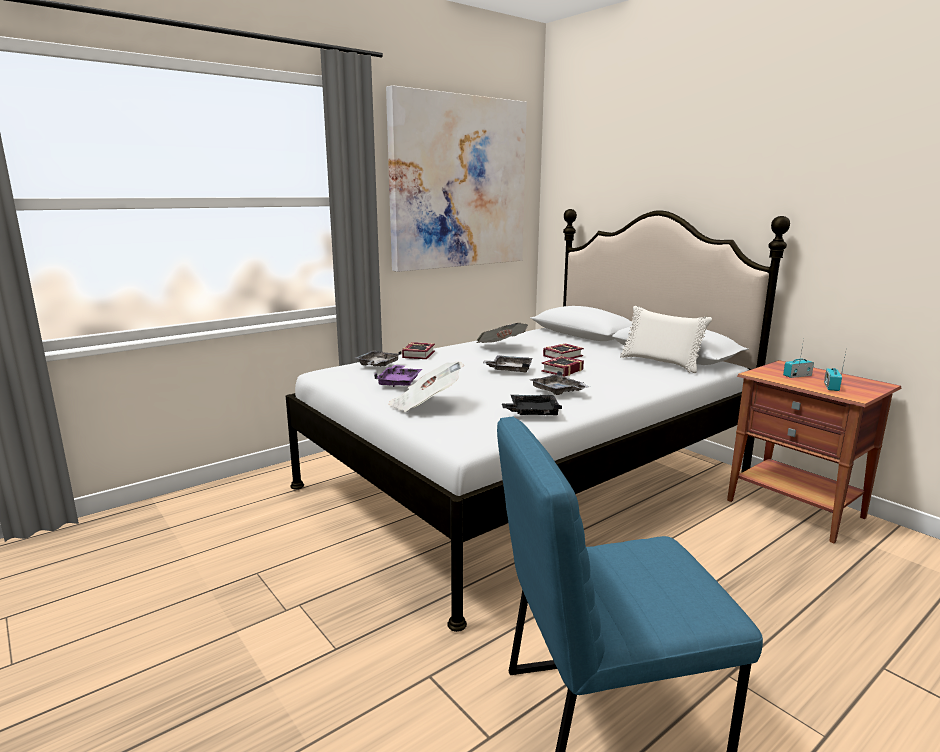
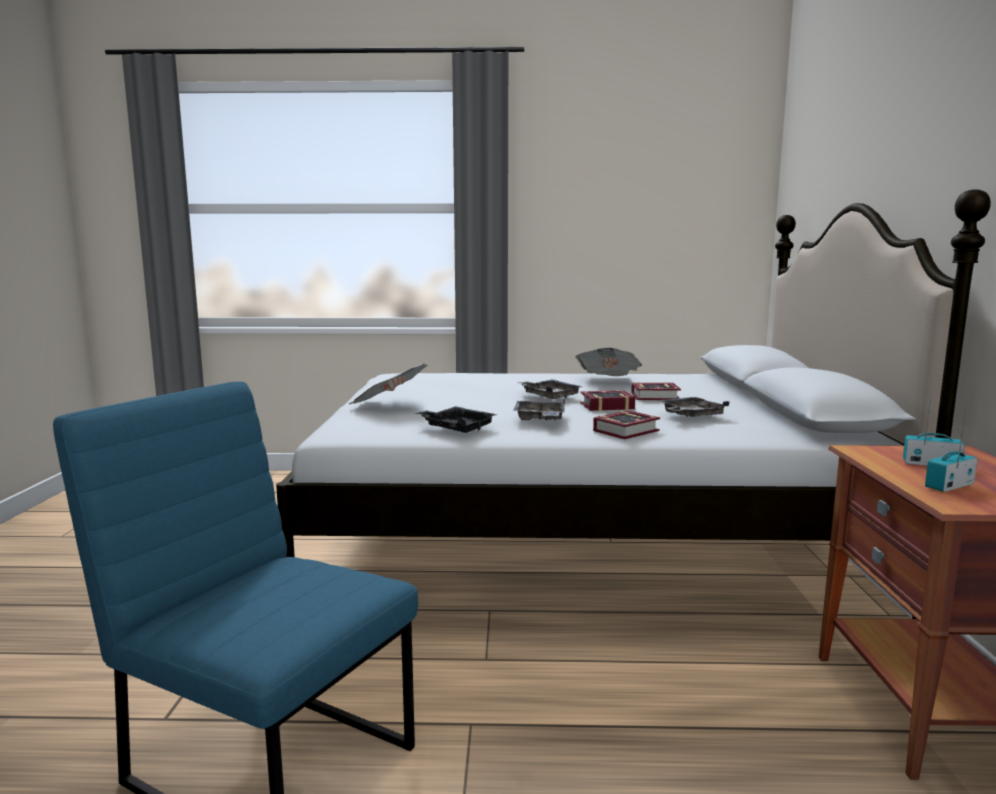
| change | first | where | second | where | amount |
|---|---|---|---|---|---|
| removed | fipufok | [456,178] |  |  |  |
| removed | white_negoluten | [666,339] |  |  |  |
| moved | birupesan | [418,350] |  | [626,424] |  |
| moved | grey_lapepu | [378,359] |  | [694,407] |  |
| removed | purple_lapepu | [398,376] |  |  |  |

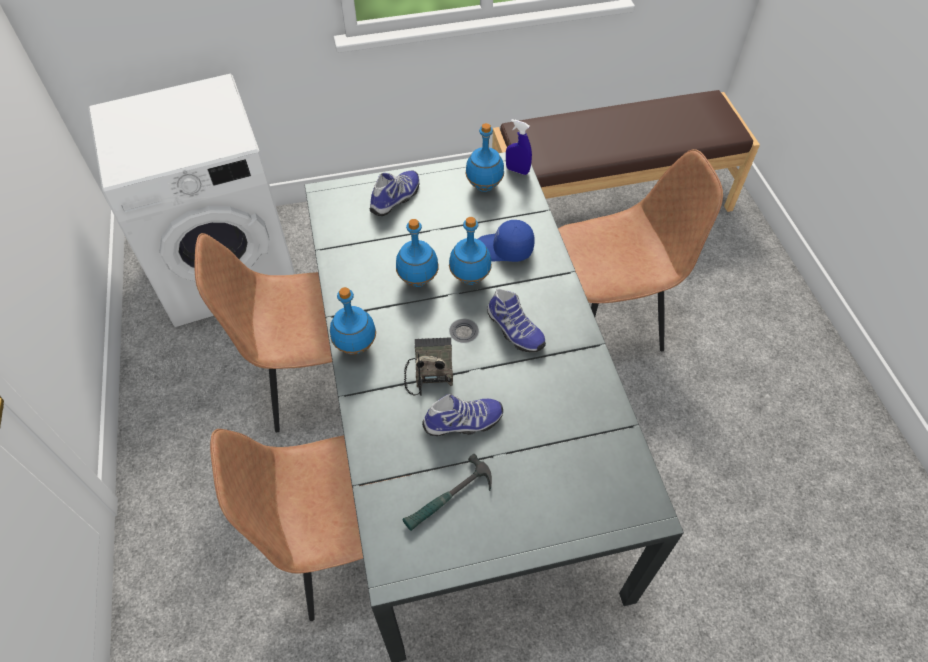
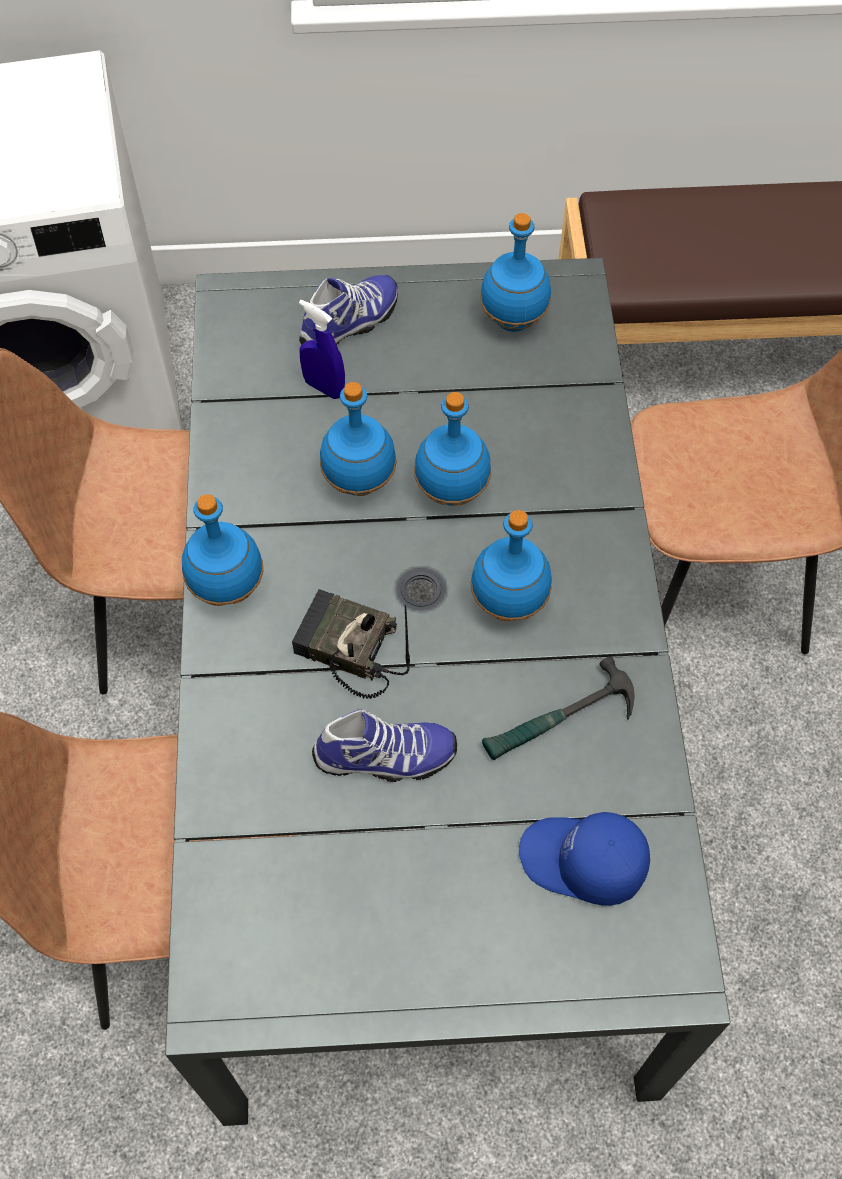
| change | first | where | second | where | amount |
|---|---|---|---|---|---|
| moved | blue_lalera | [519,147] |  | [322,349] |  |
| moved | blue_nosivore | [506,241] |  | [584,859] |  |
| replaced | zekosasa | [516,321] | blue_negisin | [511,565] |  |
| turned | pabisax | [428,366] |  | [351,644] | 75 degrees counterclockwise |
| moved | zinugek | [447,492] |  | [558,708] |  |

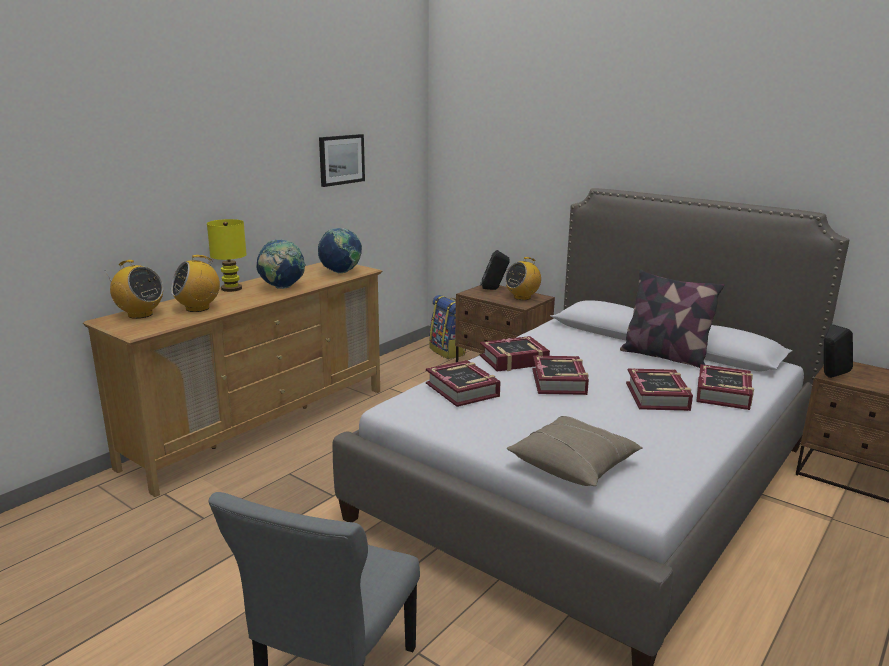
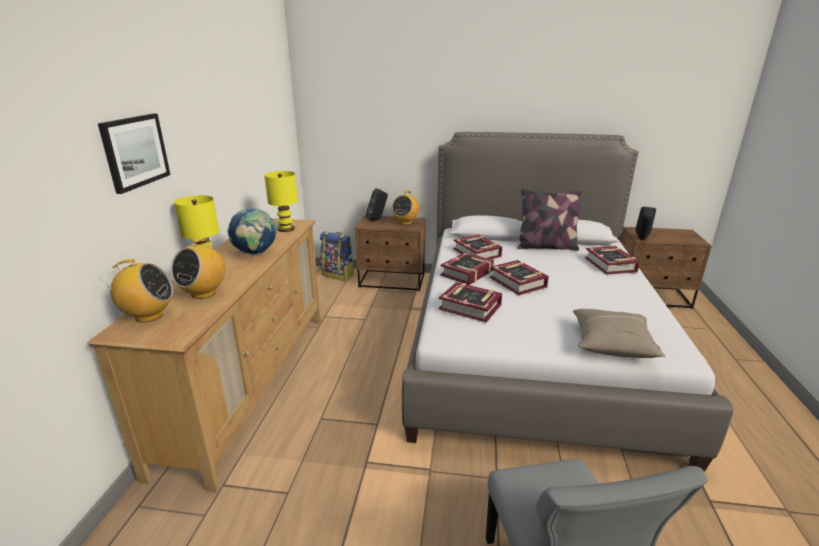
| change | first | where | second | where | amount |
|---|---|---|---|---|---|
| moved | fipufok | [342,160] |  | [134,154] |  |
| replaced | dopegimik | [340,250] | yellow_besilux | [281,201] |  |
| moved | birupesan | [659,389] |  | [477,247] |  |

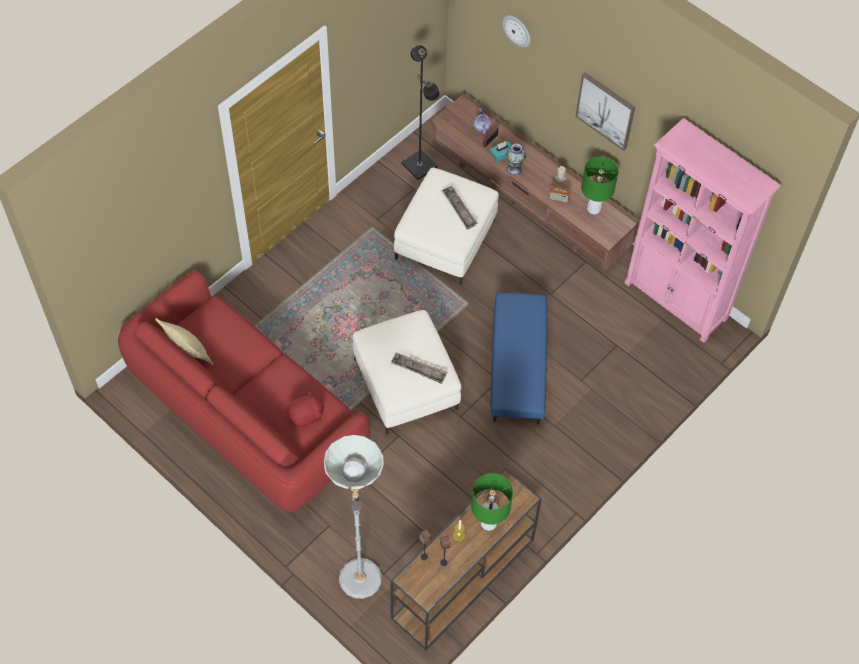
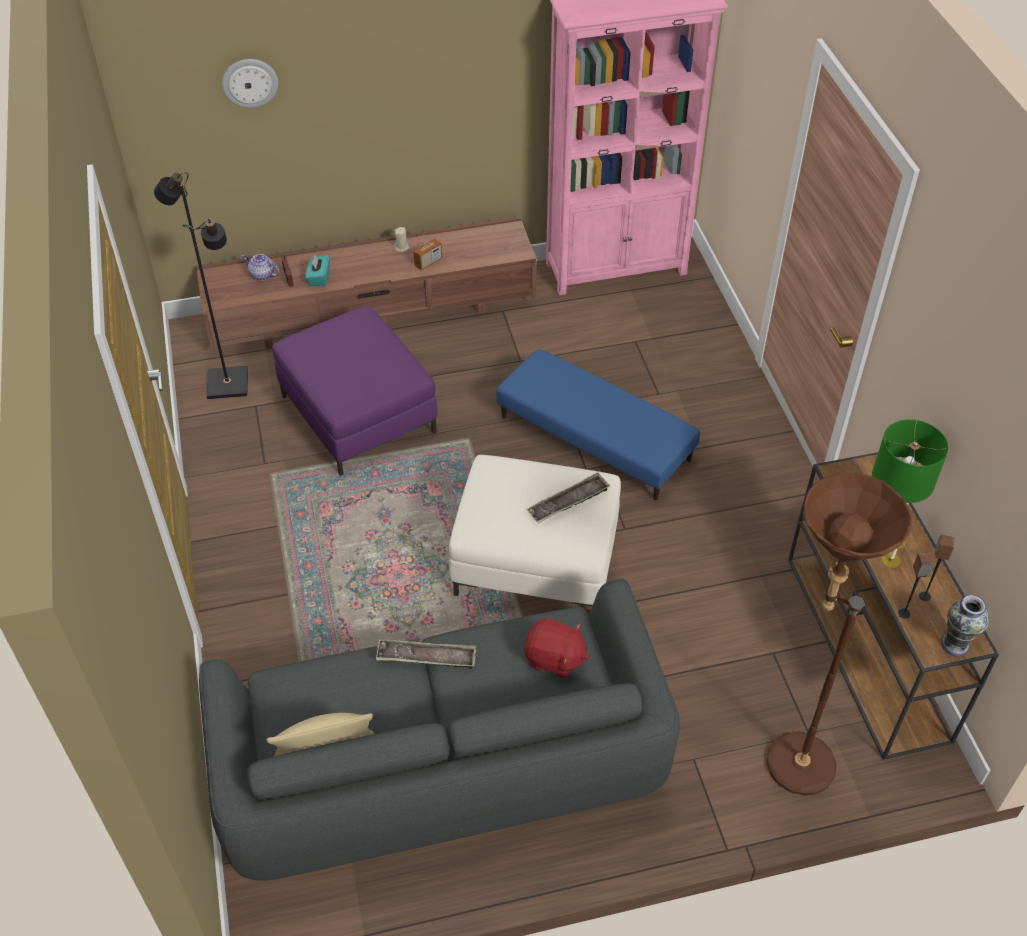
| change | first | where | second | where | amount |
|---|---|---|---|---|---|
| removed | fipufok | [605,112] |  |  |  |
| moved | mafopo | [516,159] |  | [965,626] |  |
| removed | green_besilux | [600,185] |  |  |  |
| recoloured | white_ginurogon | [446,226] | purple_ginurogon | [355,391] |  |
| moved | lapepu | [459,207] |  | [426,654] |  |
| recoloured | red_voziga | [244,391] | grey_voziga | [439,729] |  |
| turned | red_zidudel | [306,410] |  | [556,648] | 105 degrees clockwise |
| recoloured | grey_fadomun | [354,517] | brown_fadomun | [839,634] |  |

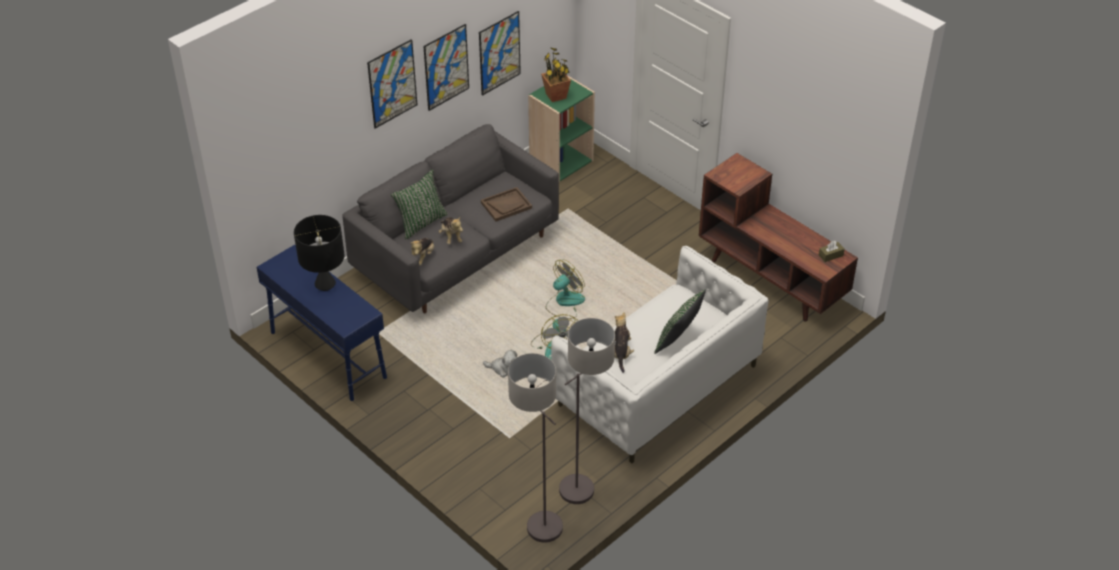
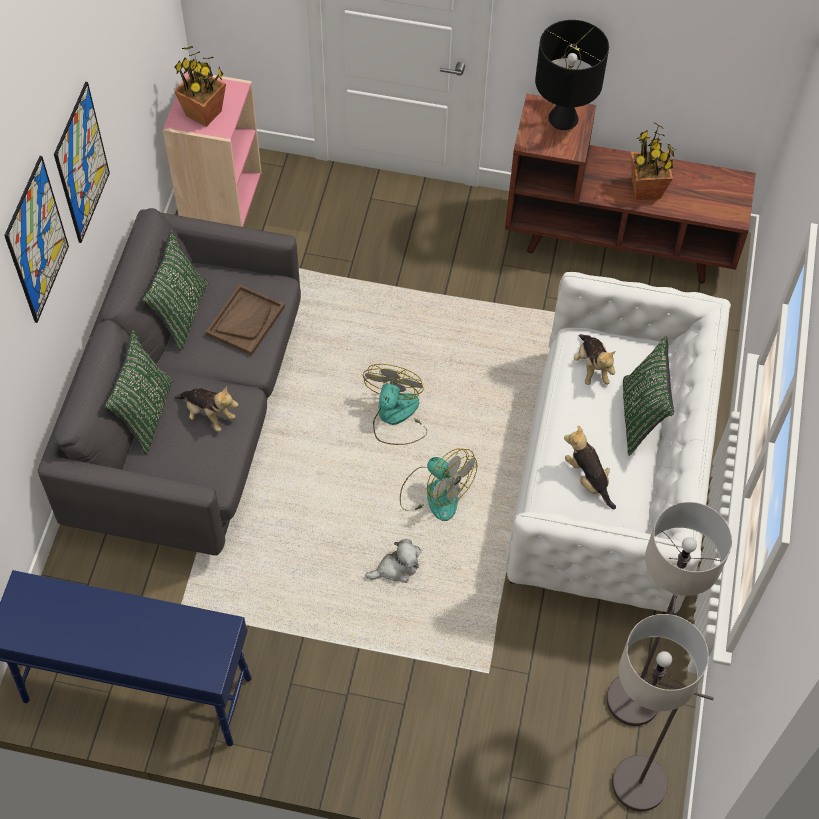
| change | first | where | second | where | amount |
|---|---|---|---|---|---|
| removed | fipufok | [500,53] |  |  |  |
| recoloured | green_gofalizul | [561,128] | pink_gofalizul | [212,149] |  |
| moved | black_besilux | [319,253] |  | [572,75] |  |
| moved | zidudel | [422,252] |  | [595,359] |  |
| removed | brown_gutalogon | [832,251] |  |  |  |
| added |  |  | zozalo | [653,161] |  |
| added |  |  | green_negoluten | [175,291] |  |

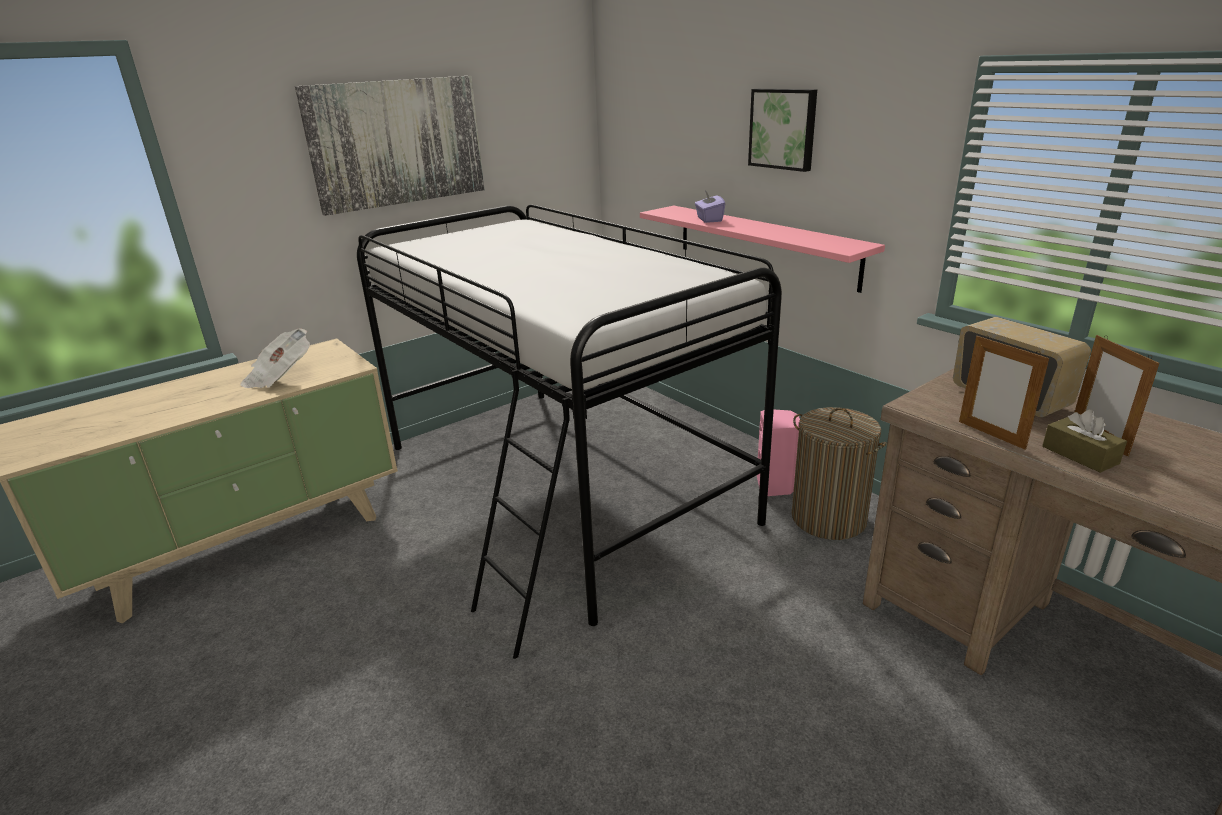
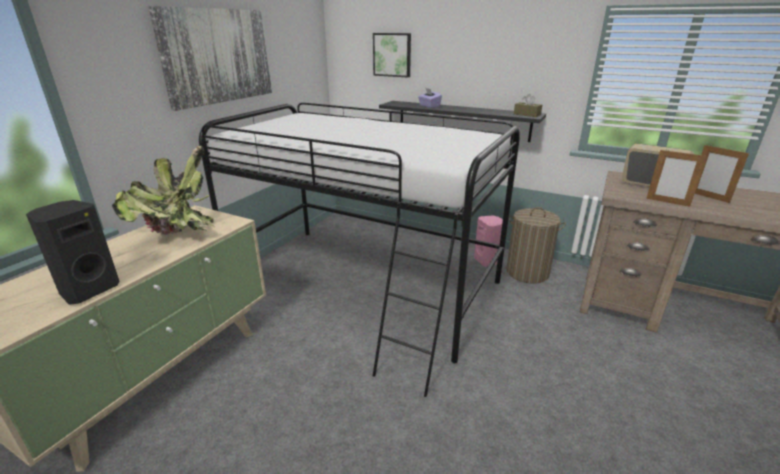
| change | first | where | second | where | amount |
|---|---|---|---|---|---|
| moved | fipufok | [782,130] |  | [392,55] |  |
| recoloured | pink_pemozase | [762,249] | black_pemozase | [462,121] |  |
| replaced | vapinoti | [275,358] | zozalo | [164,190] |  |
| moved | brown_gutalogon | [1084,441] |  | [528,105] |  |
| added |  |  | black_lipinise | [72,252] |  |

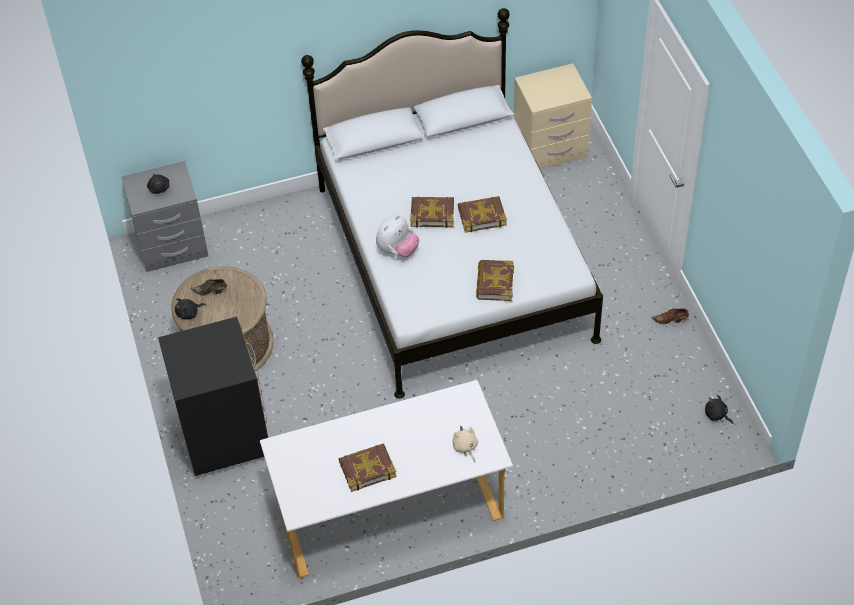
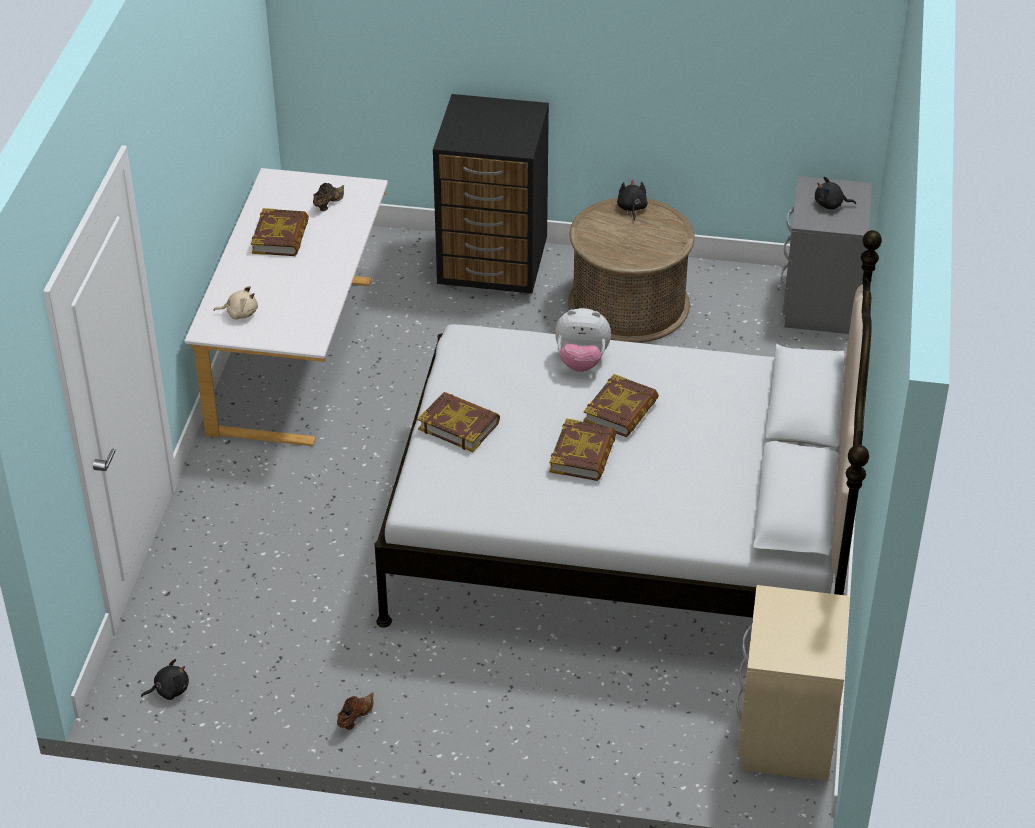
| change | first | where | second | where | amount |
|---|---|---|---|---|---|
| turned | zidudel | [397,236] |  | [583,340] | 60 degrees counterclockwise |
| moved | brown_zekosasa | [209,287] |  | [328,197] |  |

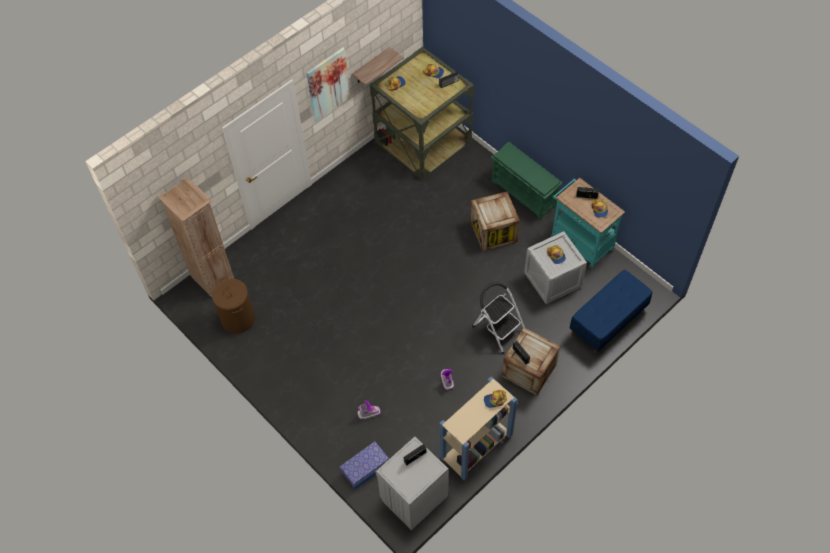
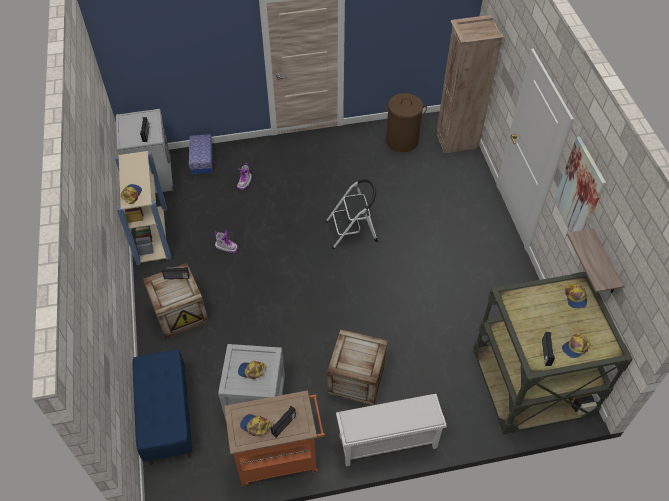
| change | first | where | second | where | amount |
|---|---|---|---|---|---|
| recoloured | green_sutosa | [526,181] | white_sutosa | [391,430] |  |
| recoloured | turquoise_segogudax | [588,223] | orange_segogudax | [274,438] |  |
| moved | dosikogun | [498,318] |  | [351,214] |  |

